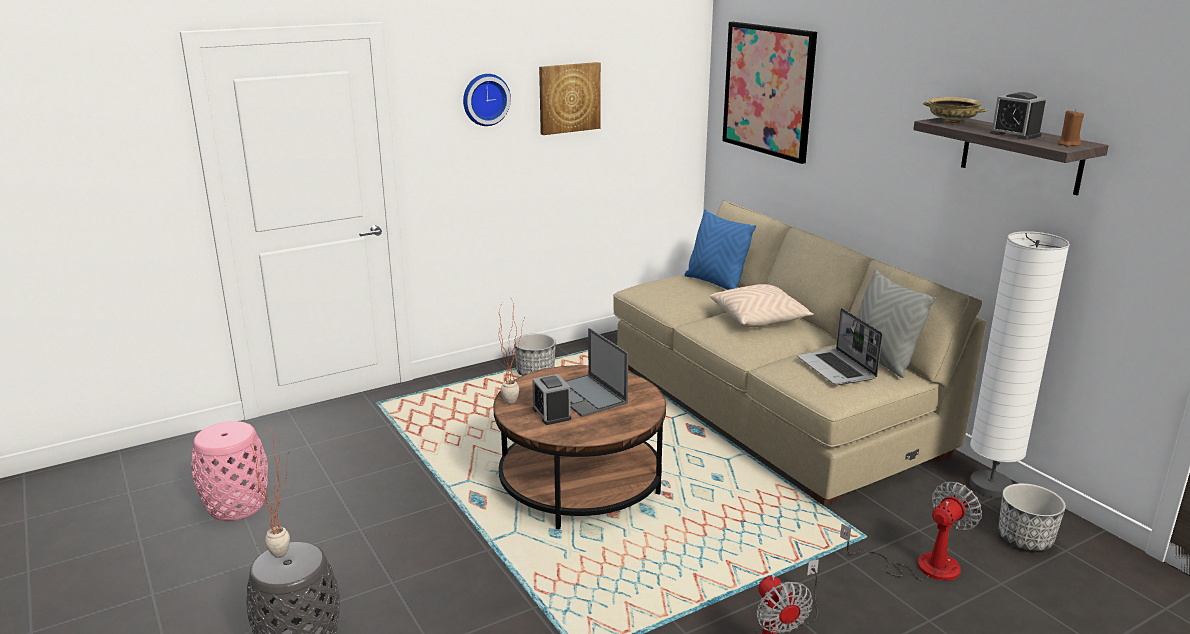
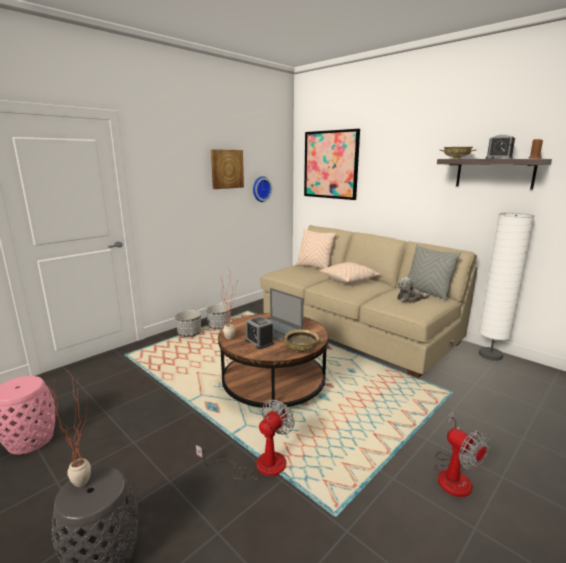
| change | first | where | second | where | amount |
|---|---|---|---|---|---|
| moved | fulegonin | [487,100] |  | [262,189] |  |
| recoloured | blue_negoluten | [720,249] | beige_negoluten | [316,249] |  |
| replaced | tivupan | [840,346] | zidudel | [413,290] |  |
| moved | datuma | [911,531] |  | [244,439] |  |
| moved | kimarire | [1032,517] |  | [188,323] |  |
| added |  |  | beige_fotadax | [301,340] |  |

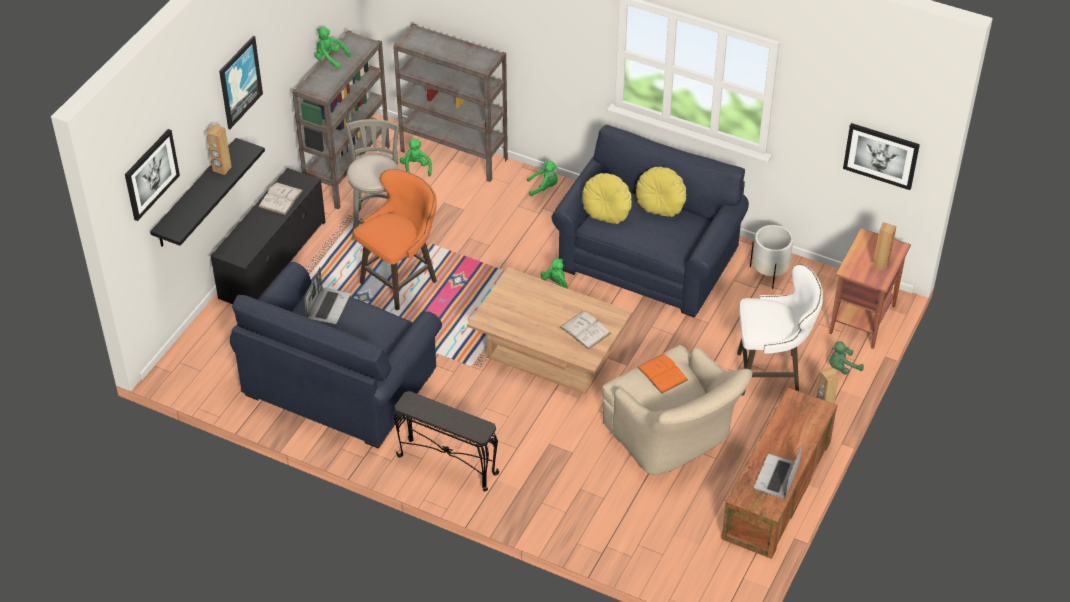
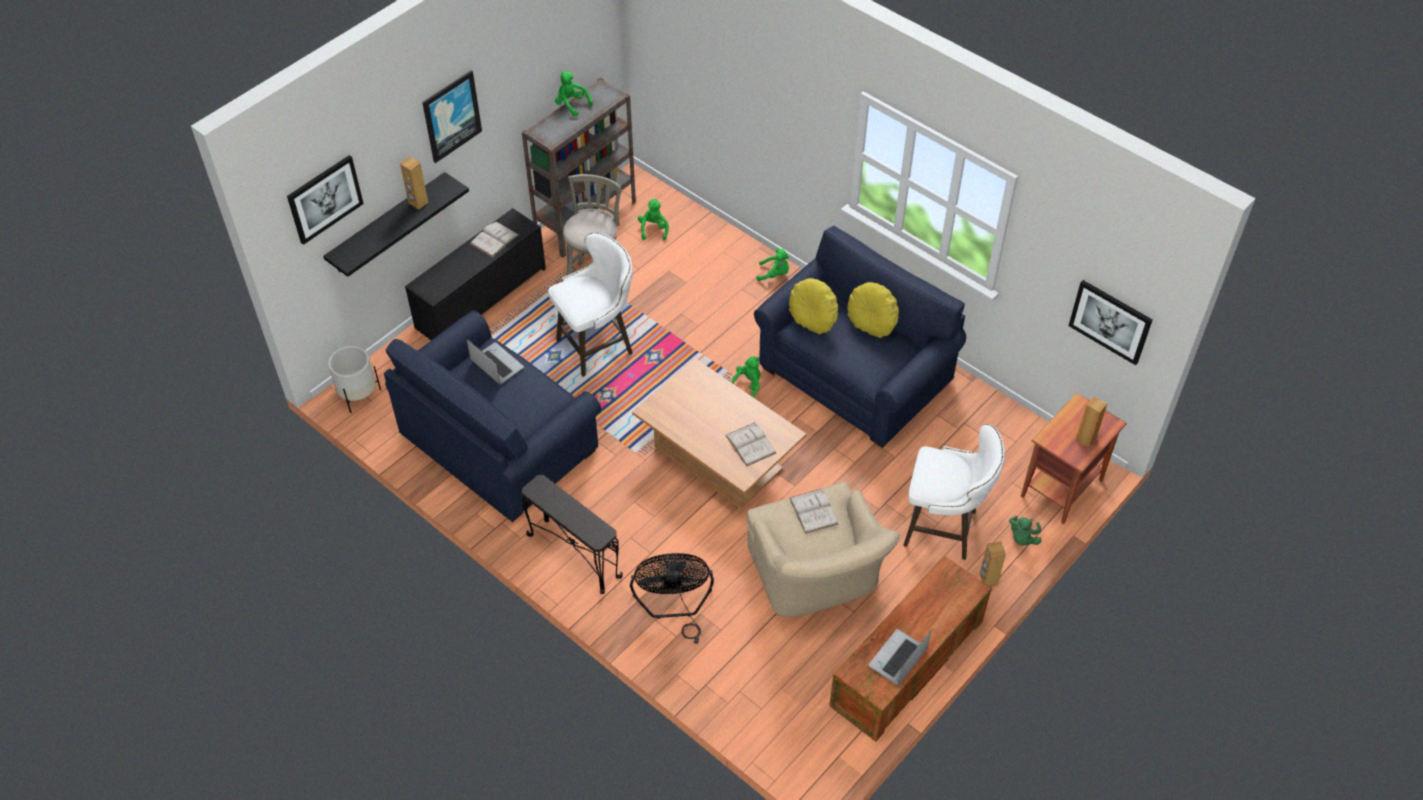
| change | first | where | second | where | amount |
|---|---|---|---|---|---|
| removed | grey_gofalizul | [450,102] |  |  |  |
| recoloured | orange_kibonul | [395,240] | white_kibonul | [590,304] |  |
| moved | white_kimarire | [771,257] |  | [354,379] |  |
| turned | tivupan | [327,296] |  | [495,362] | 75 degrees counterclockwise |
| turned | green_zidudel | [846,358] |  | [1025,531] | 60 degrees counterclockwise |
| recoloured | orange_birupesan | [662,374] | white_birupesan | [814,511] |  |
| added |  |  | black_datuma | [672,599] |  |

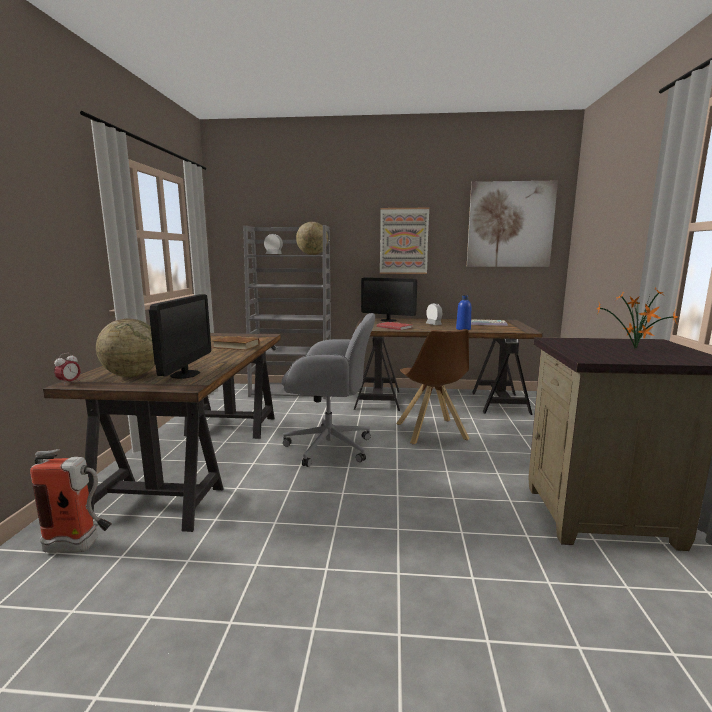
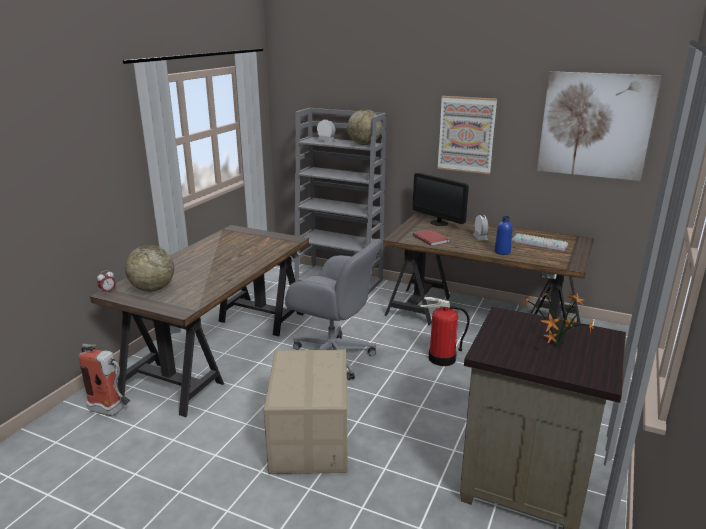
| change | first | where | second | where | amount |
|---|---|---|---|---|---|
| removed | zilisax | [180,336] |  |  |  |
| replaced | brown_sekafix | [433,386] | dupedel | [445,331] |  |
| removed | brown_birupesan | [236,343] |  |  |  |
| added |  |  | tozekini | [306,412] |  |

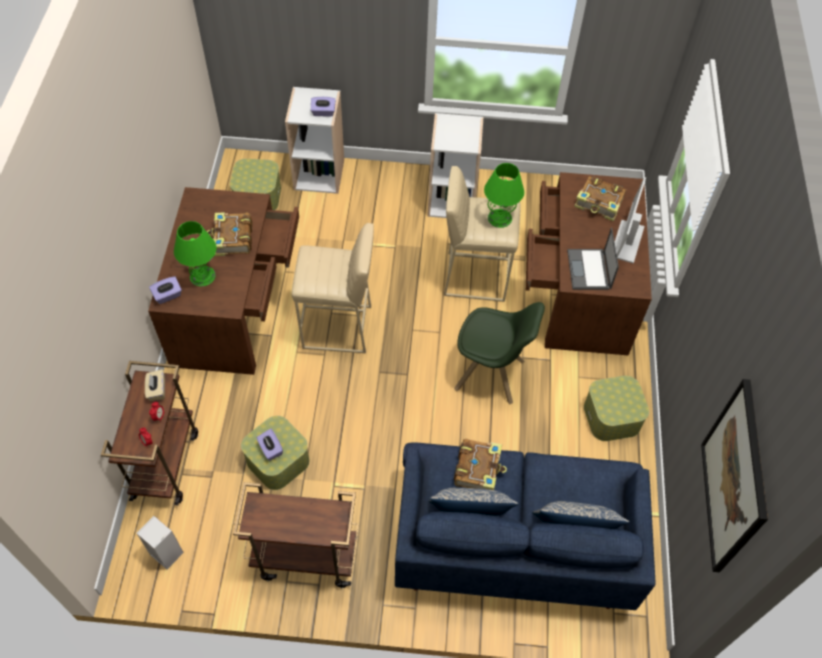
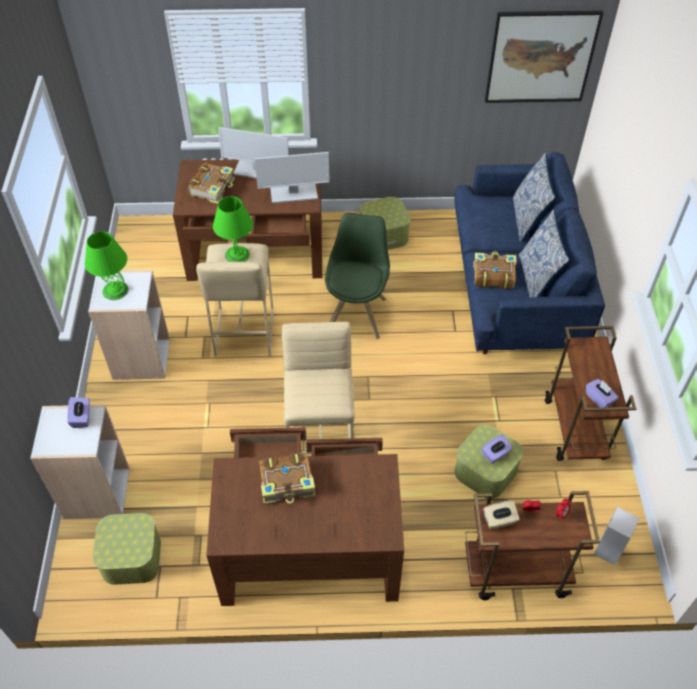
| change | first | where | second | where | amount |
|---|---|---|---|---|---|
| moved | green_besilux | [195,254] |  | [106,265] |  |
| replaced | tivupan | [593,259] | zilisax | [292,177] |  |
| moved | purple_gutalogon | [165,290] |  | [602,393] |  |

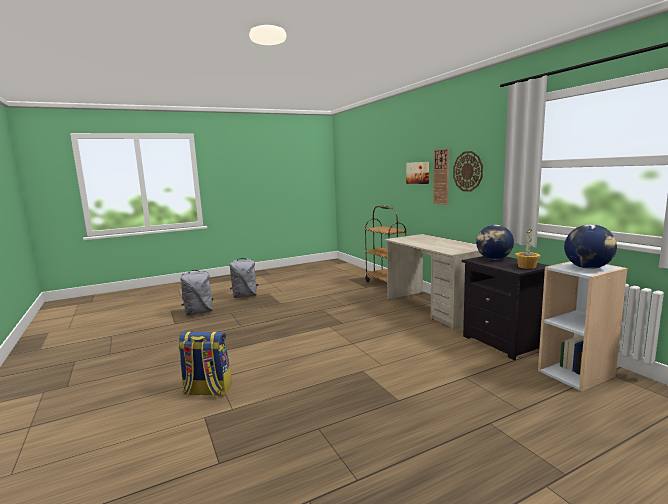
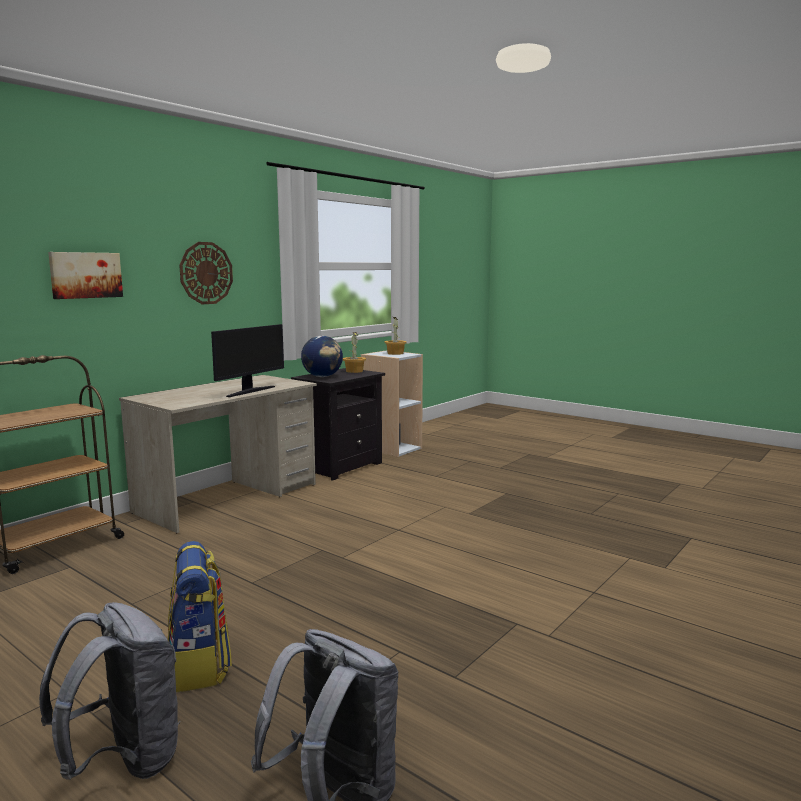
| change | first | where | second | where | amount |
|---|---|---|---|---|---|
| removed | fulegonin | [441,177] |  |  |  |
| replaced | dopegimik | [590,246] | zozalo | [396,336] |  |
| moved | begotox | [205,364] |  | [200,616] |  |
| added |  |  | zilisax | [247,360] |  |

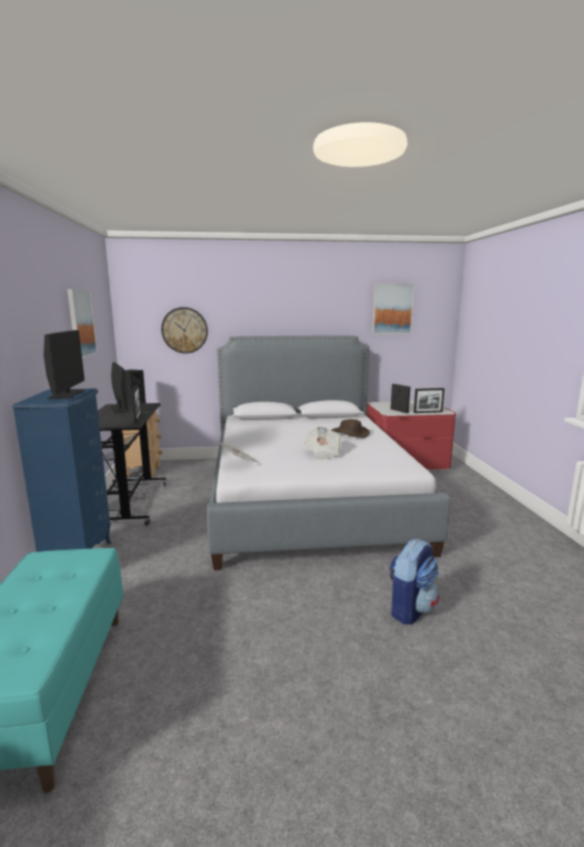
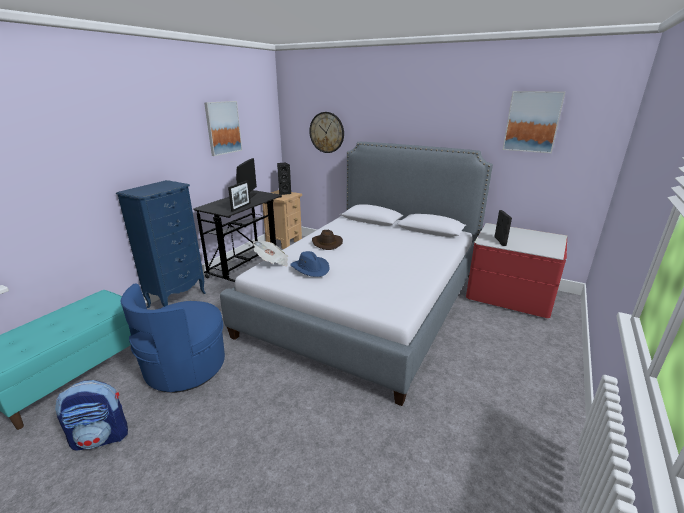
| change | first | where | second | where | amount |
|---|---|---|---|---|---|
| removed | zilisax | [65,364] |  |  |  |
| removed | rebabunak | [429,400] |  |  |  |
| moved | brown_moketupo | [351,428] |  | [327,240] |  |
| removed | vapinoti | [322,443] |  |  |  |
| moved | begotox | [414,581] |  | [91,415] |  |
| added |  |  | blue_moketupo | [310,264] |  |
| added |  |  | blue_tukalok | [173,338] |  |

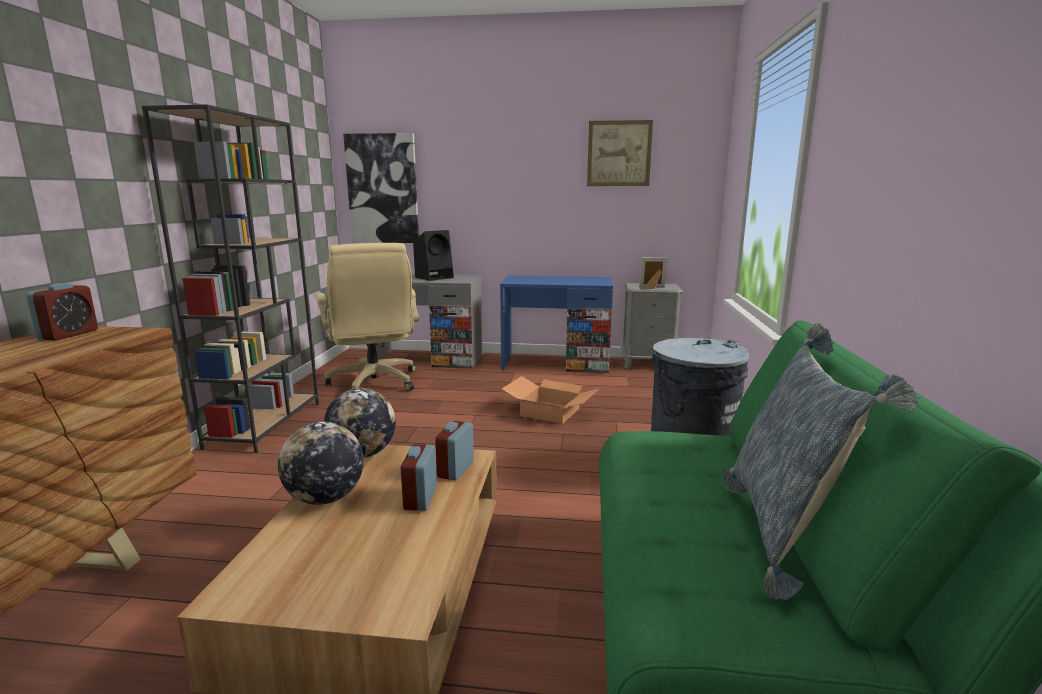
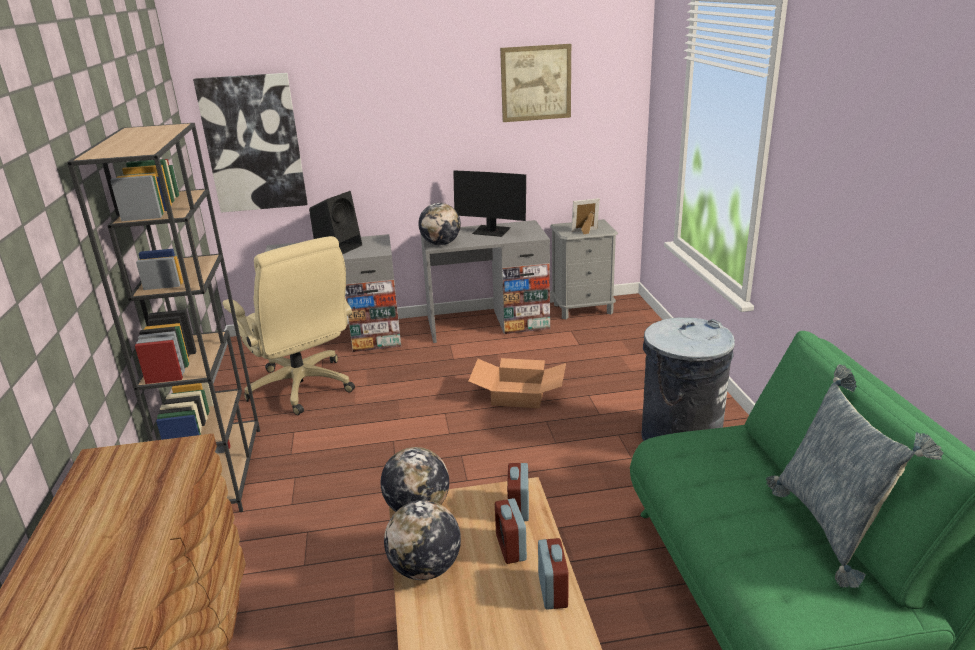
| change | first | where | second | where | amount |
|---|---|---|---|---|---|
| recoloured | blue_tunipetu | [556,324] | grey_tunipetu | [485,281] |  |
| moved | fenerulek | [62,312] |  | [553,574] |  |
| added |  |  | zilisax | [489,204] |  |
| added |  |  | dopegimik | [439,224] |  |

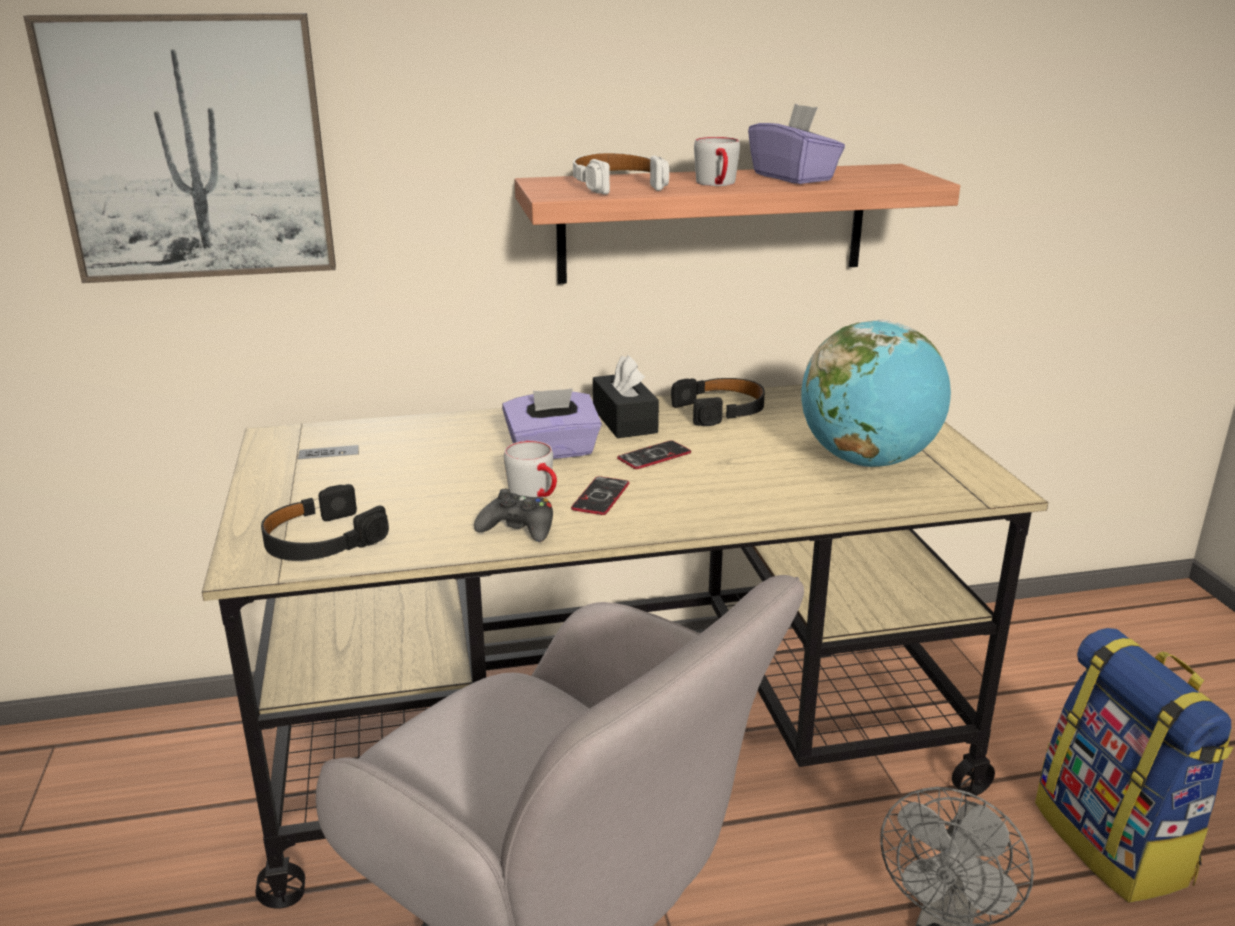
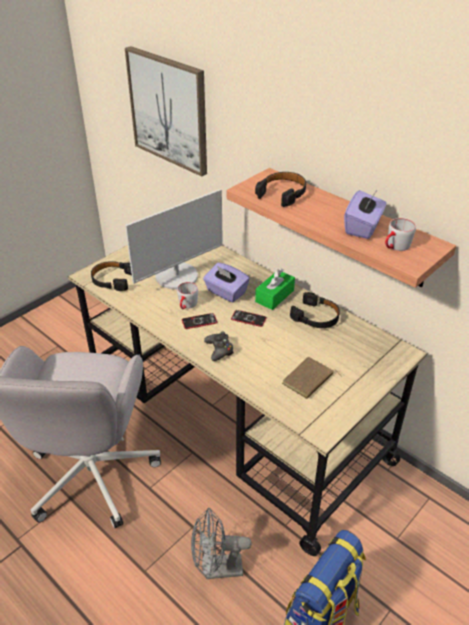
| change | first | where | second | where | amount |
|---|---|---|---|---|---|
| moved | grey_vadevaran | [717,161] |  | [400,234] |  |
| recoloured | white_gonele | [621,174] | black_gonele | [280,189] |  |
| replaced | dopegimik | [876,393] | brown_birupesan | [312,378] |  |
| recoloured | black_gutalogon | [626,396] | green_gutalogon | [275,289] |  |
| moved | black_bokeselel | [513,515] |  | [219,346] |  |
| added |  |  | zilisax | [174,239] |  |

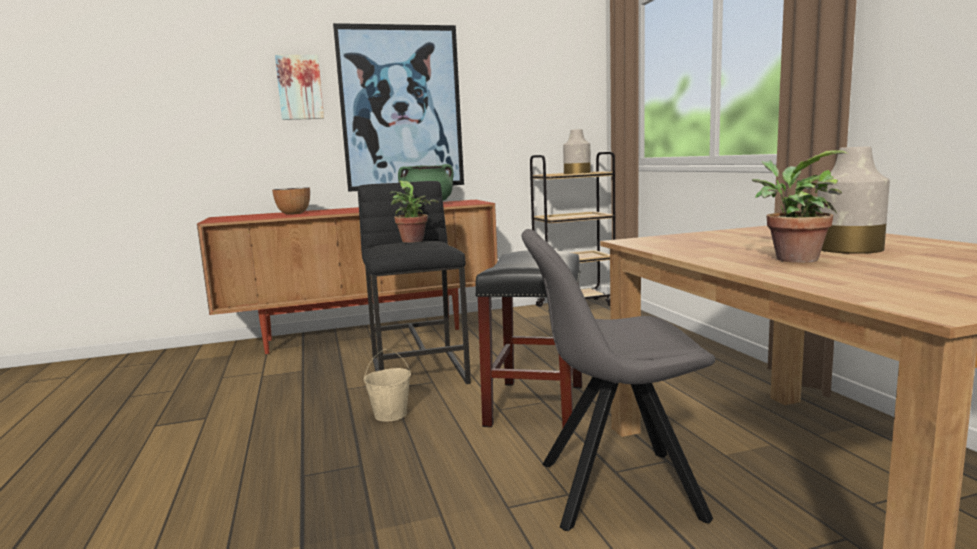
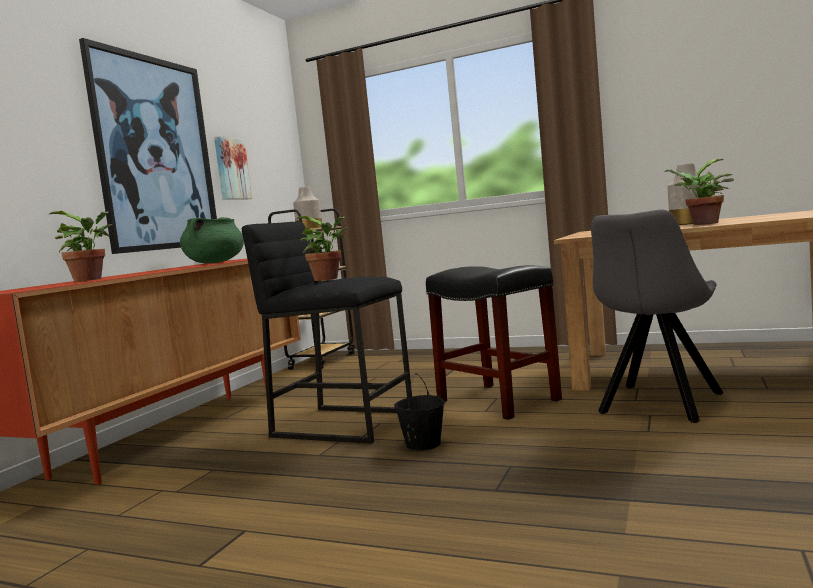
| change | first | where | second | where | amount |
|---|---|---|---|---|---|
| moved | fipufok | [299,87] |  | [233,168] |  |
| replaced | fotadax | [291,201] | zozalo | [80,246] |  |
| recoloured | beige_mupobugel | [387,385] | black_mupobugel | [419,412] |  |

